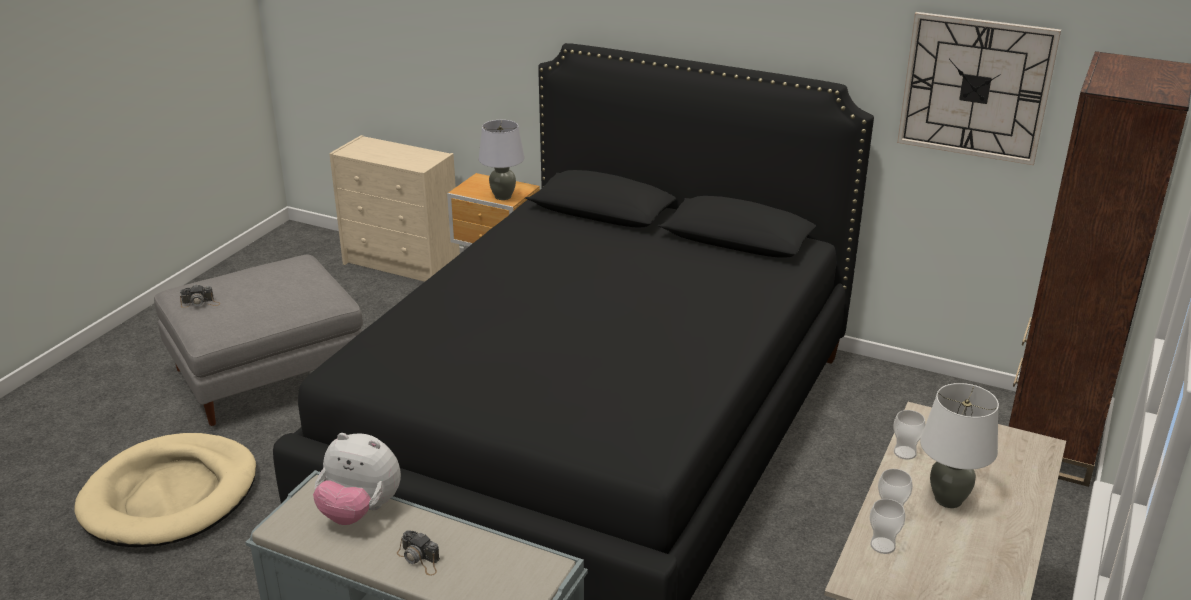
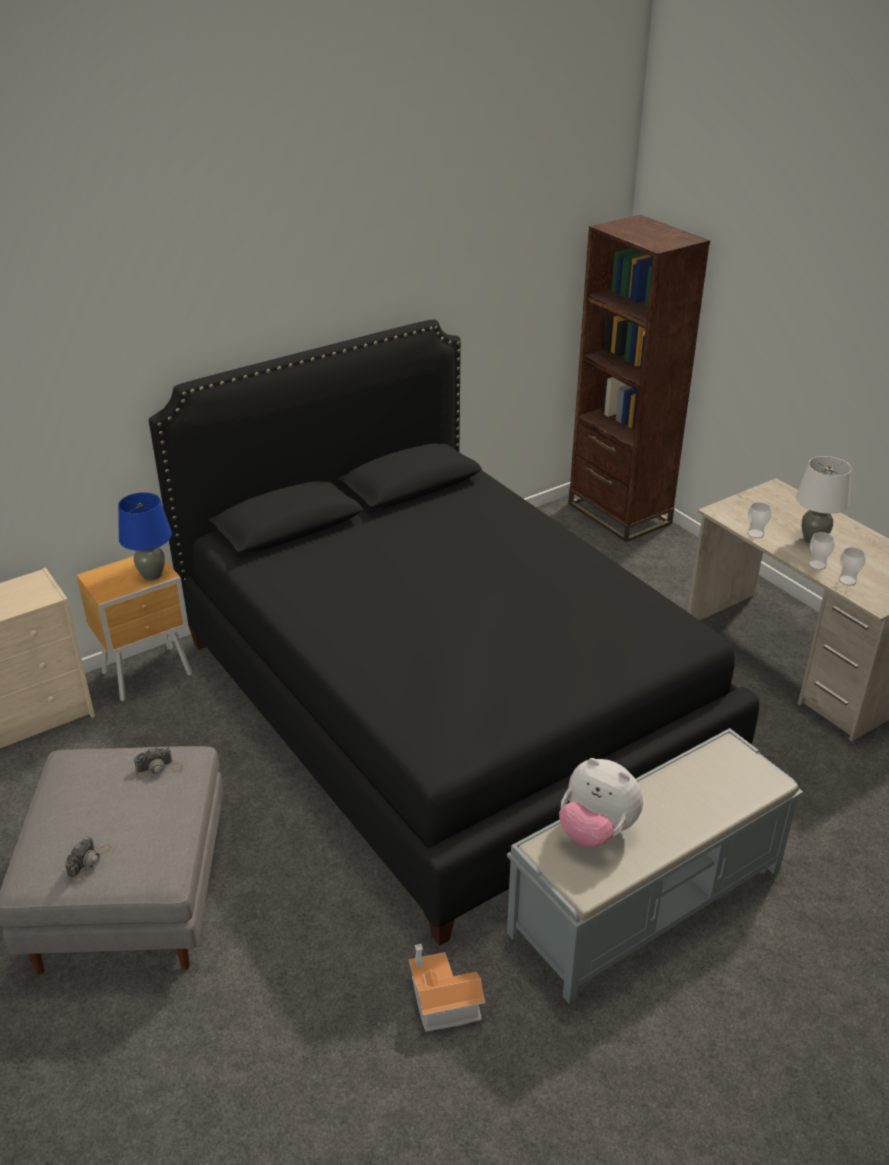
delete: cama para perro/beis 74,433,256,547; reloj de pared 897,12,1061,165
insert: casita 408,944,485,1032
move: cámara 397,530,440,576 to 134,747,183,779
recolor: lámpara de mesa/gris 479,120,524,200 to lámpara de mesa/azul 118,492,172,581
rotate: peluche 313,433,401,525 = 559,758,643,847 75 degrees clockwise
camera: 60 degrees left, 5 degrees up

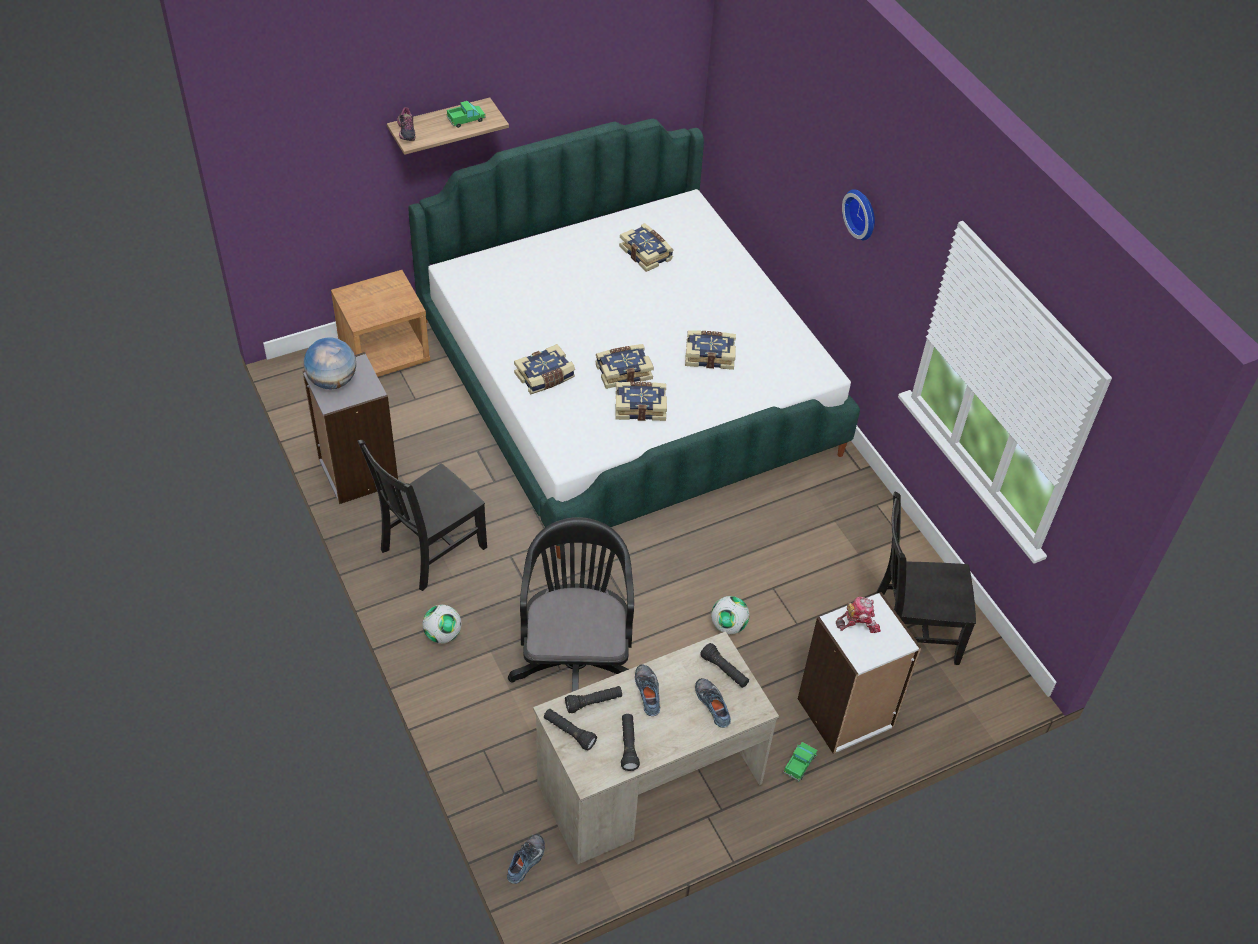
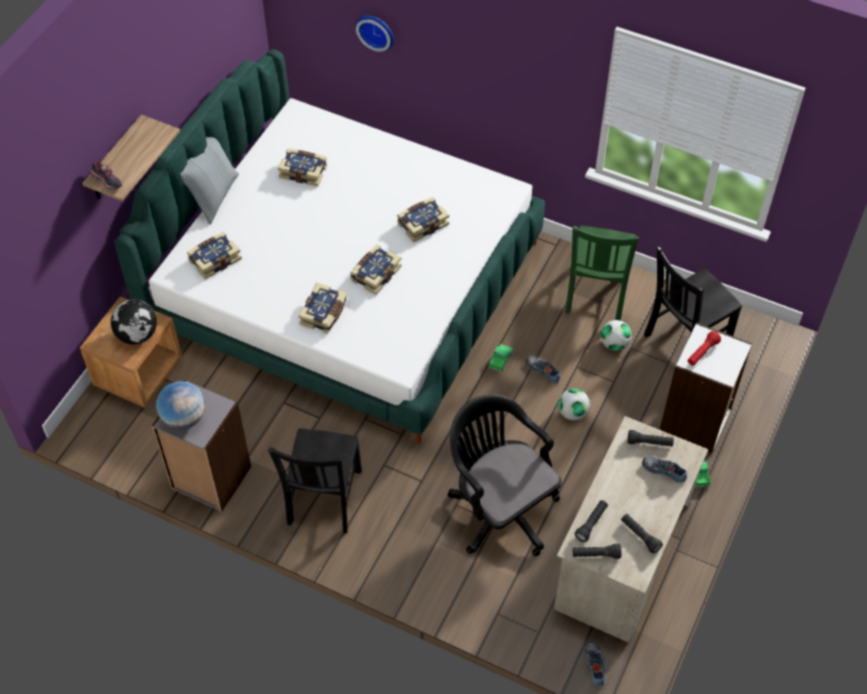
insert: globo terráqueo 111,300,157,345; cojín 181,137,239,225; silla/verde 565,226,639,321
move: libro 615,382,667,421 to 187,232,242,280; reloj de pared 842,189,875,240 to 356,16,394,52; camión de juguete 447,101,486,128 to 488,344,513,372; zapato 635,664,660,716 to 526,356,561,383; balón de fútbol 423,605,462,643 to 601,320,632,351
replace: robot de juguete 836,597,881,633 to linterna/rojo 688,331,721,366
camera: 35 degrees left, 5 degrees up

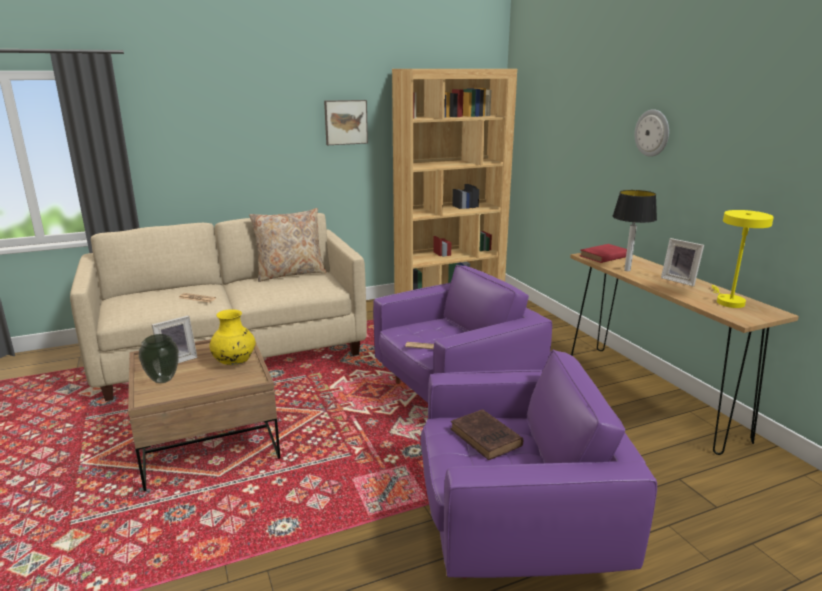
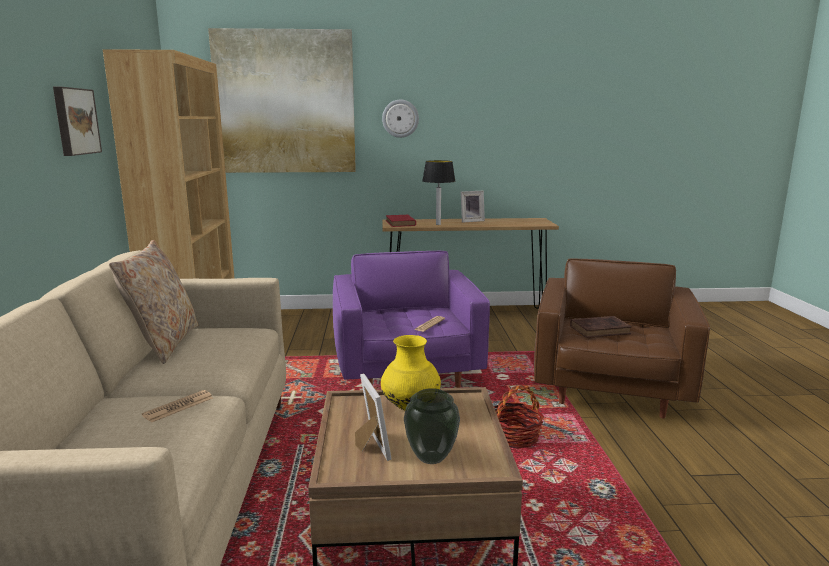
delete: lámpara de mesa/amarillo 711,210,774,308
insert: cuadro 208,28,356,173; cesta 494,385,544,449
recolor: sillón/morado 420,349,657,579 to sillón/marrón 534,259,710,419
camera: 70 degrees left, 5 degrees down

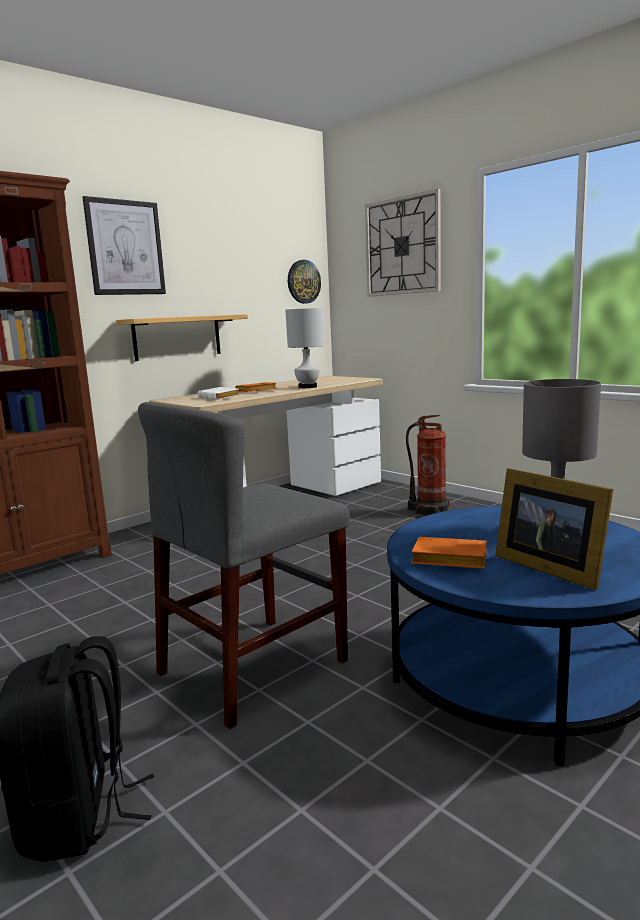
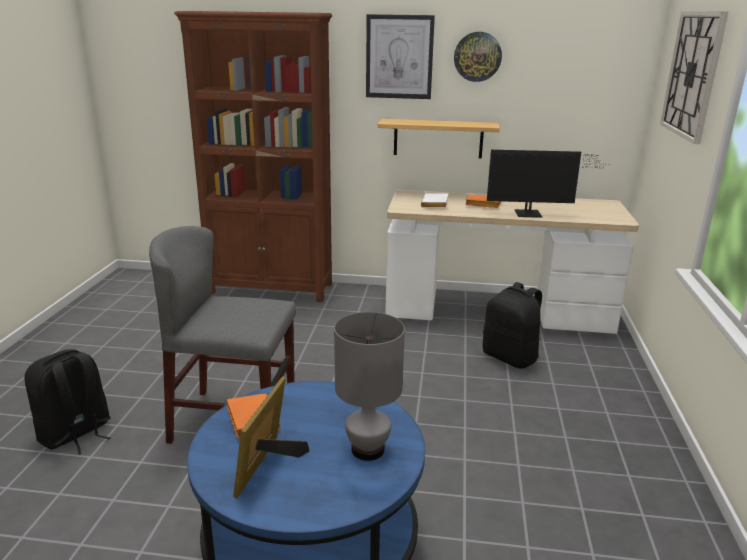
delete: extintor 406,415,449,516
insert: mochila/negro 483,282,542,369
move: reloj de pared 288,260,321,304 to 454,32,502,82
replace: lámpara de mesa/blanco 285,308,324,388 to monitor 487,150,610,218
camera: 50 degrees right, 10 degrees up

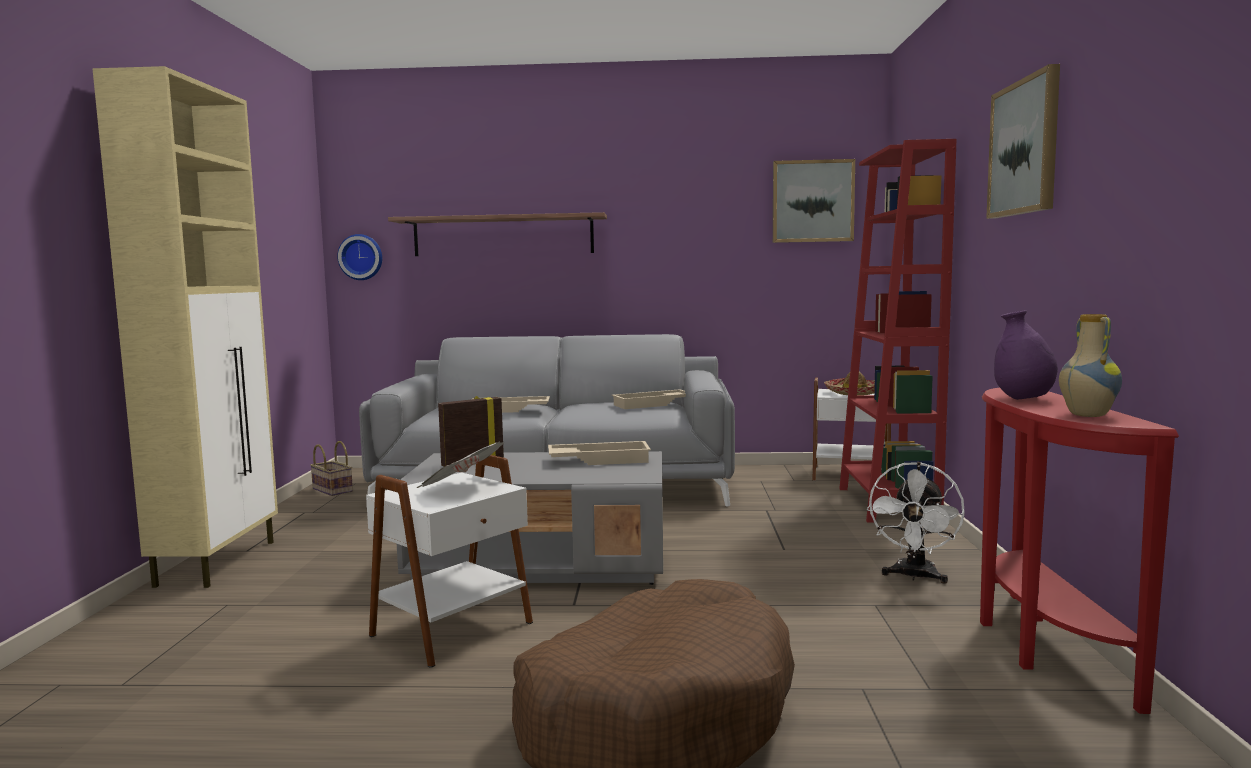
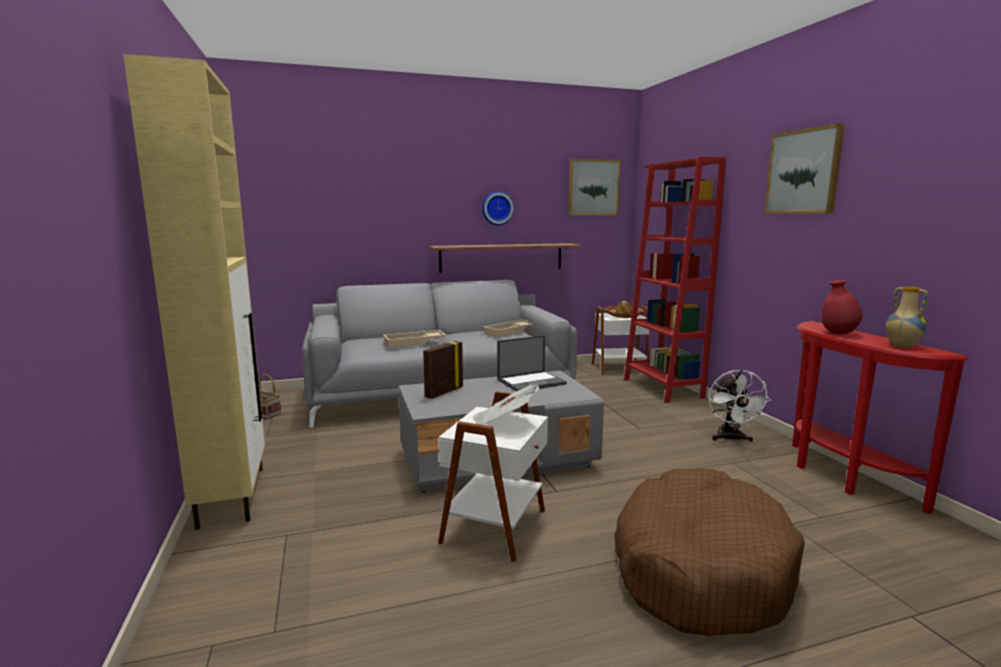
move: estante 388,212,607,256 to 429,243,580,273; reloj de pared 337,234,382,280 to 482,191,514,225
replace: bandeja/beis 548,441,651,465 to portátil 497,335,567,391
recolor: florero/morado 994,310,1058,400 to florero/rojo 821,280,862,334
camera: 20 degrees left, 5 degrees up

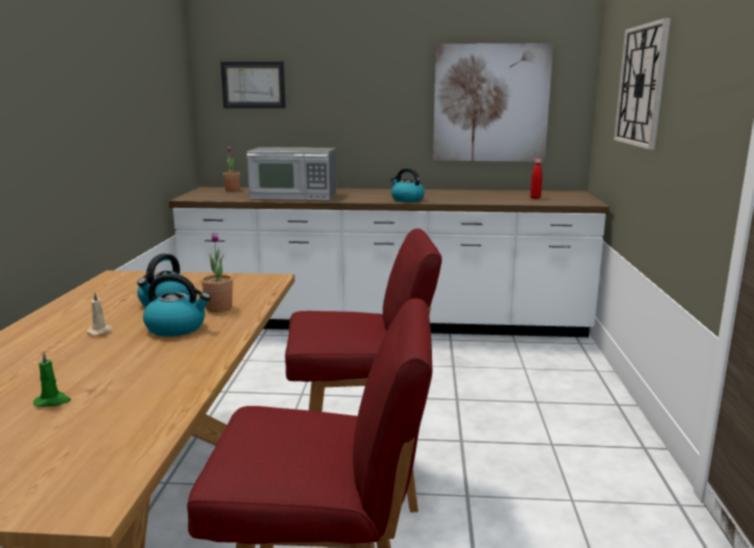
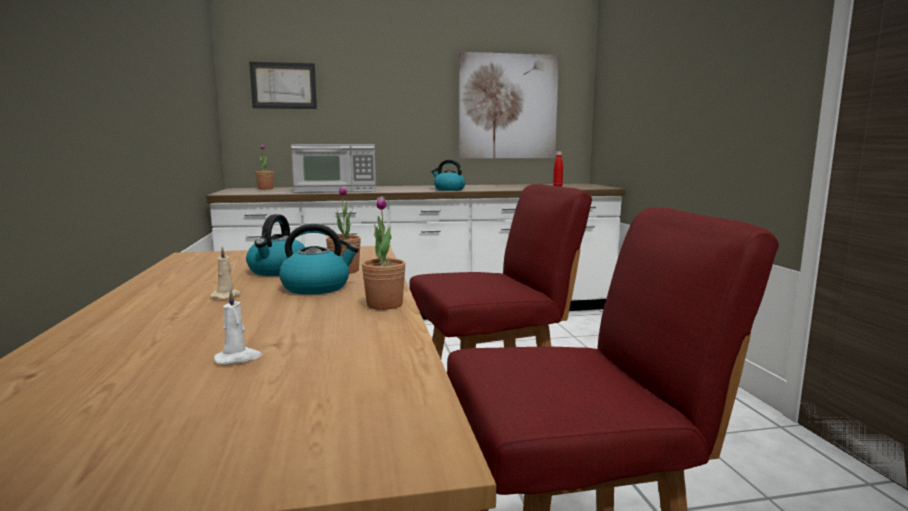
delete: reloj de pared 614,18,671,150
insert: planta en maceta 362,196,406,310
recolor: vela/verde 33,351,71,407 to vela/blanco 214,289,262,364
camera: 15 degrees left, 5 degrees down

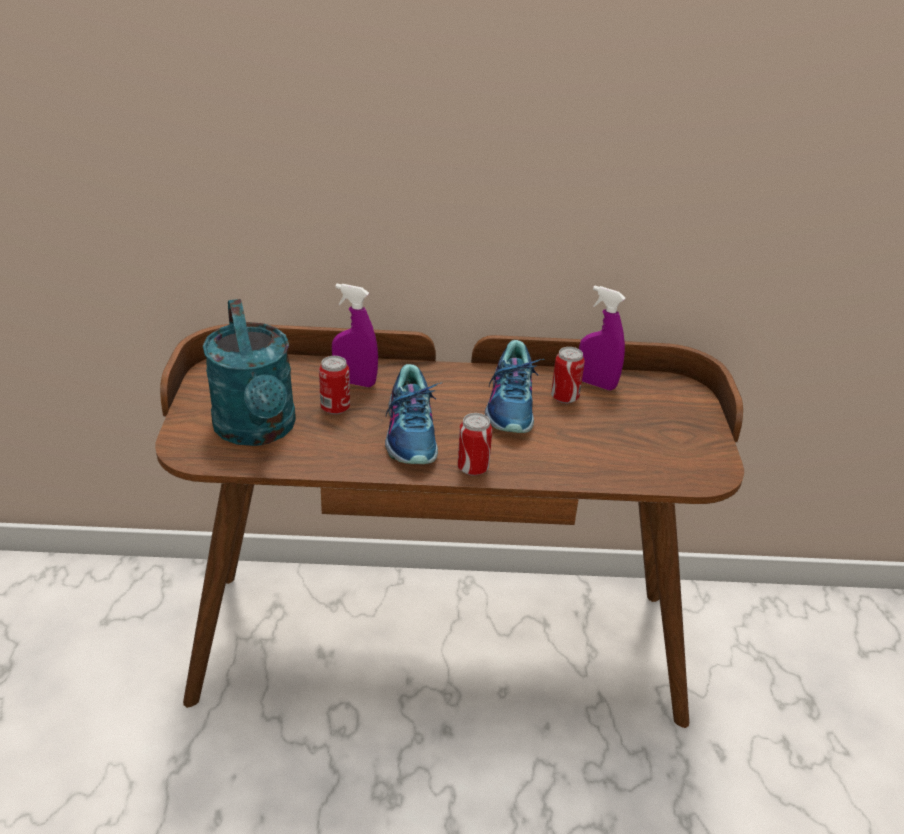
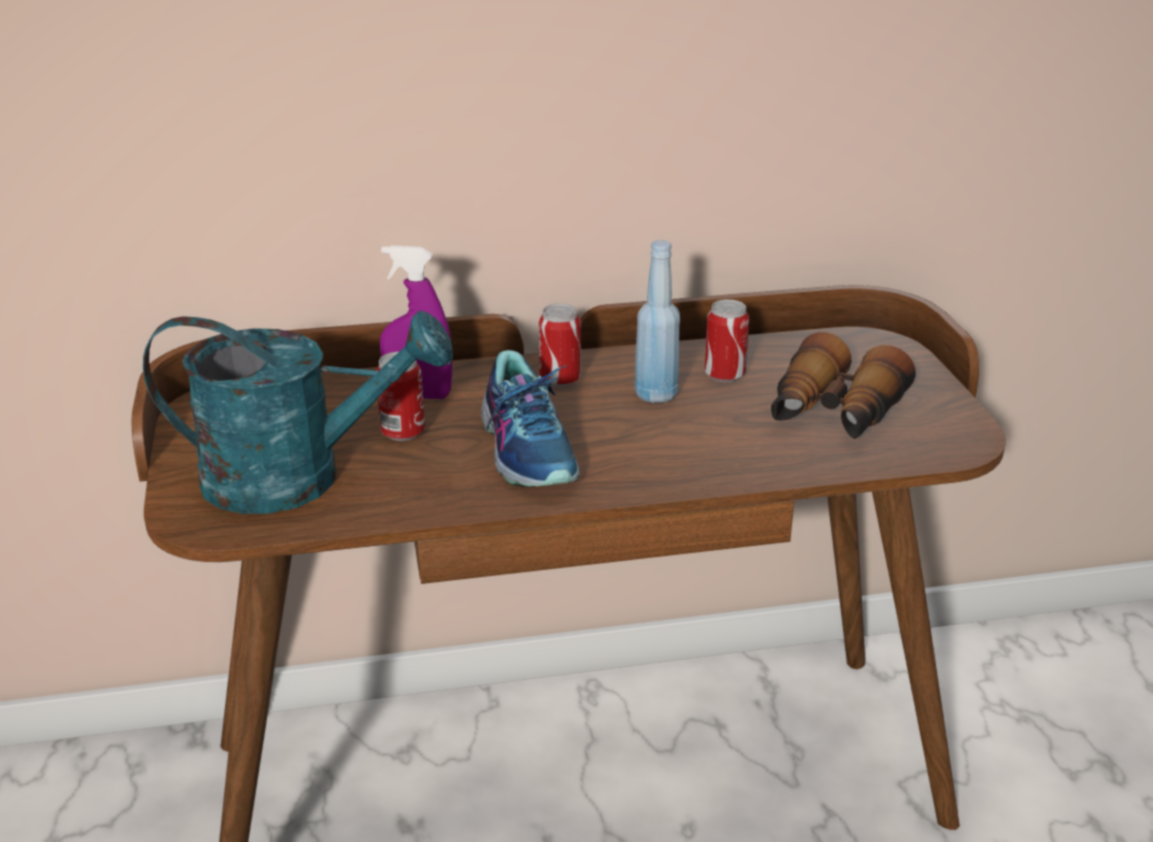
delete: pulverizador/morado 579,286,626,390
insert: prismáticos 771,332,916,439
move: lata 458,413,492,476 to 539,303,581,387
replace: zapato 485,340,545,433 to botella/azul 635,240,680,403
rotate: regadera/turquesa 203,299,296,446 = 143,311,453,514 60 degrees counterclockwise
camera: 10 degrees left, 5 degrees down

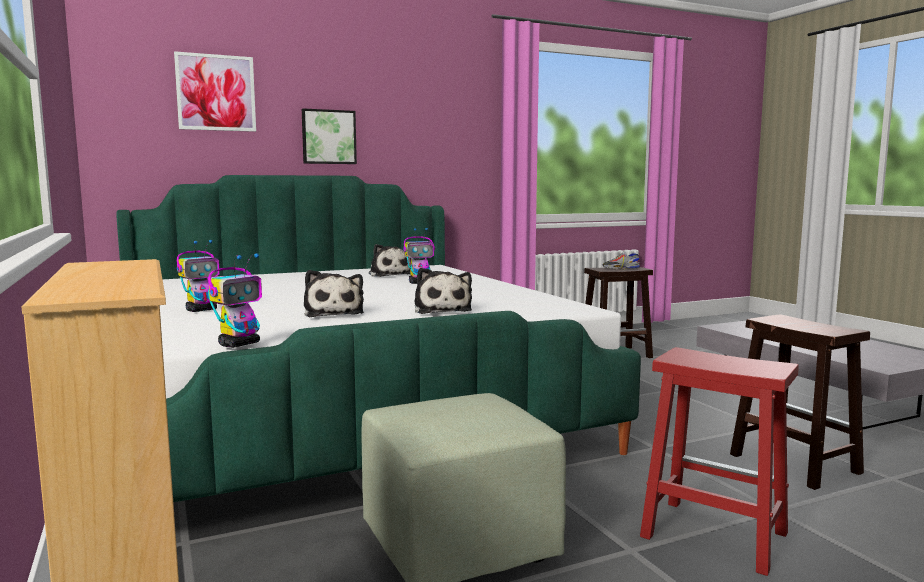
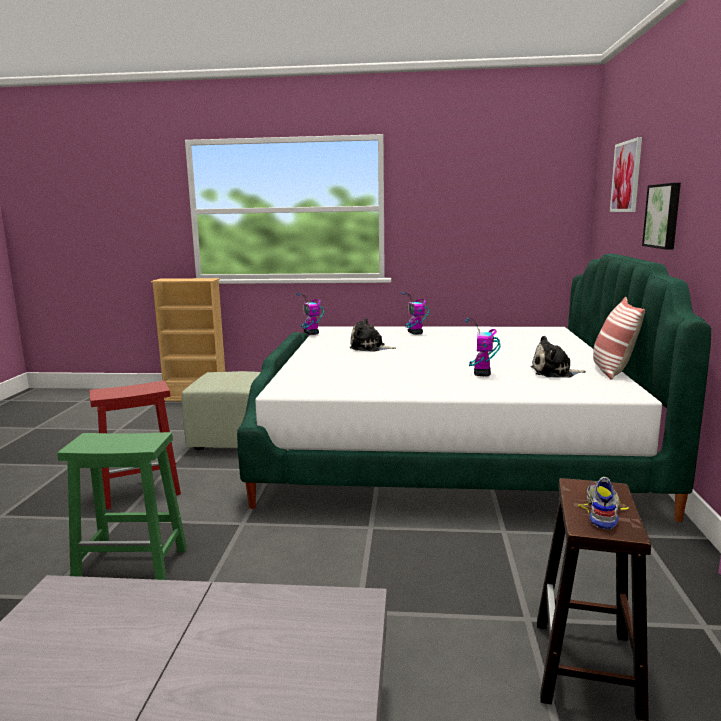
delete: peluche 414,268,472,314
insert: cojín 593,297,645,380
recolor: taburete/marrón 730,314,870,490 to taburete/verde 57,432,187,580
camera: 120 degrees right, 5 degrees up

